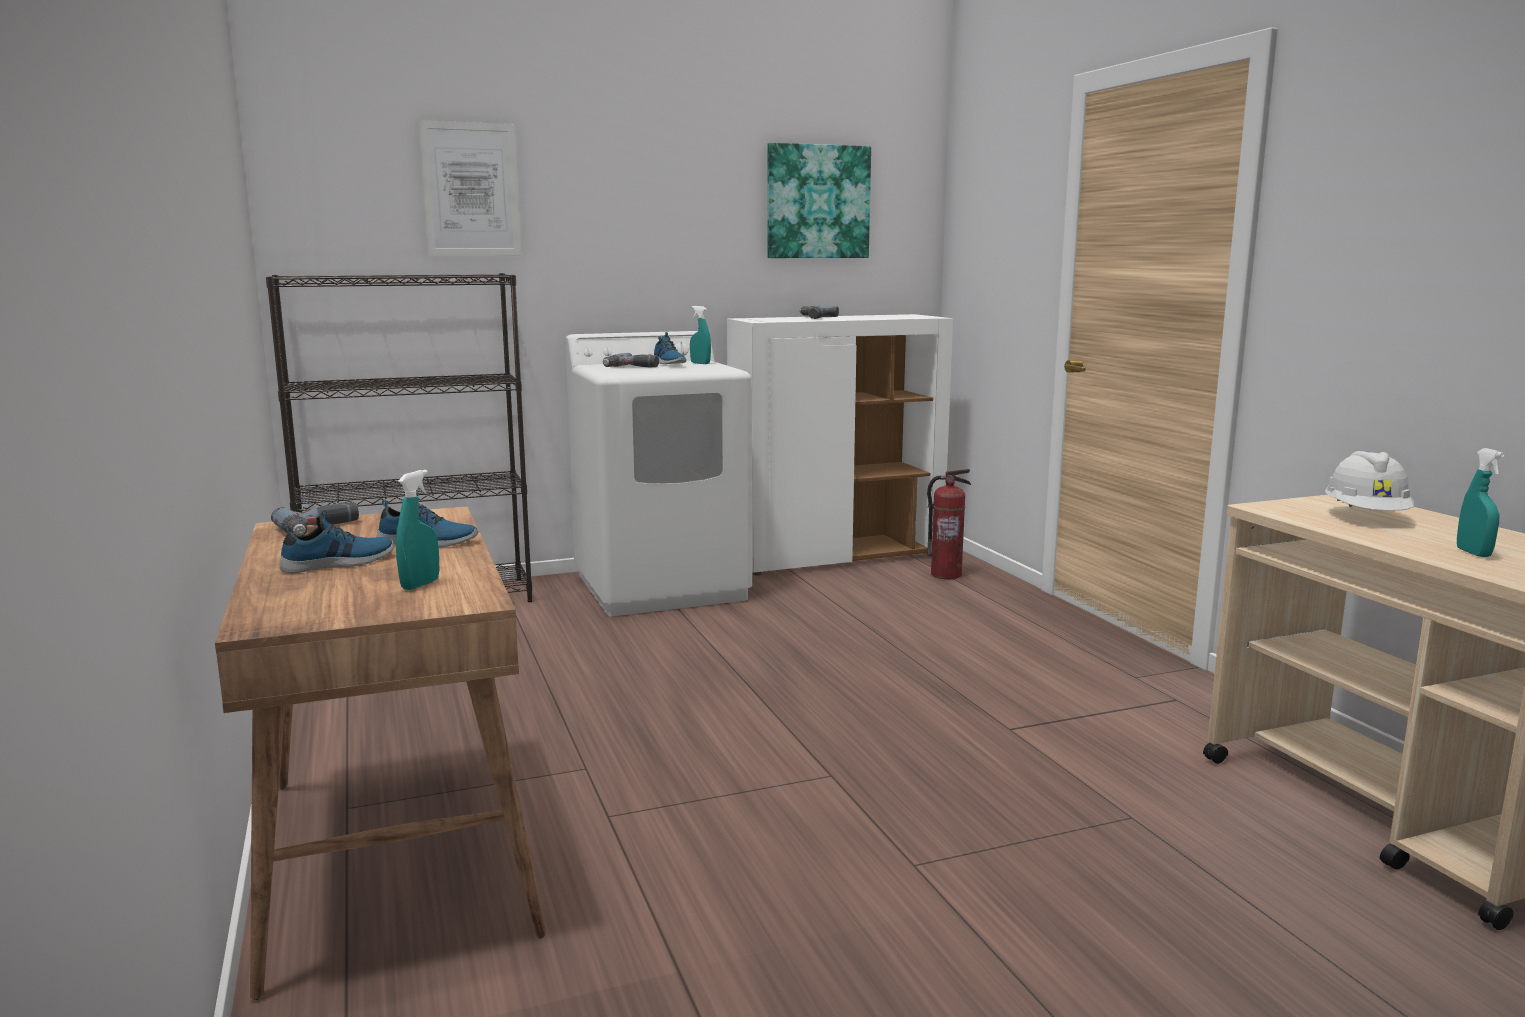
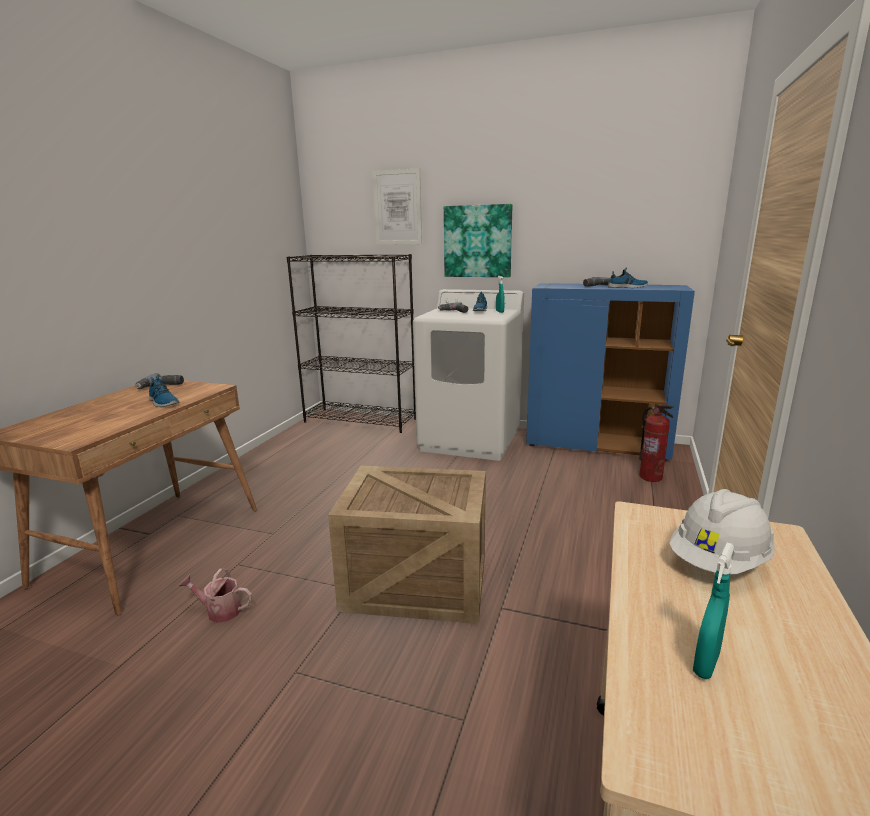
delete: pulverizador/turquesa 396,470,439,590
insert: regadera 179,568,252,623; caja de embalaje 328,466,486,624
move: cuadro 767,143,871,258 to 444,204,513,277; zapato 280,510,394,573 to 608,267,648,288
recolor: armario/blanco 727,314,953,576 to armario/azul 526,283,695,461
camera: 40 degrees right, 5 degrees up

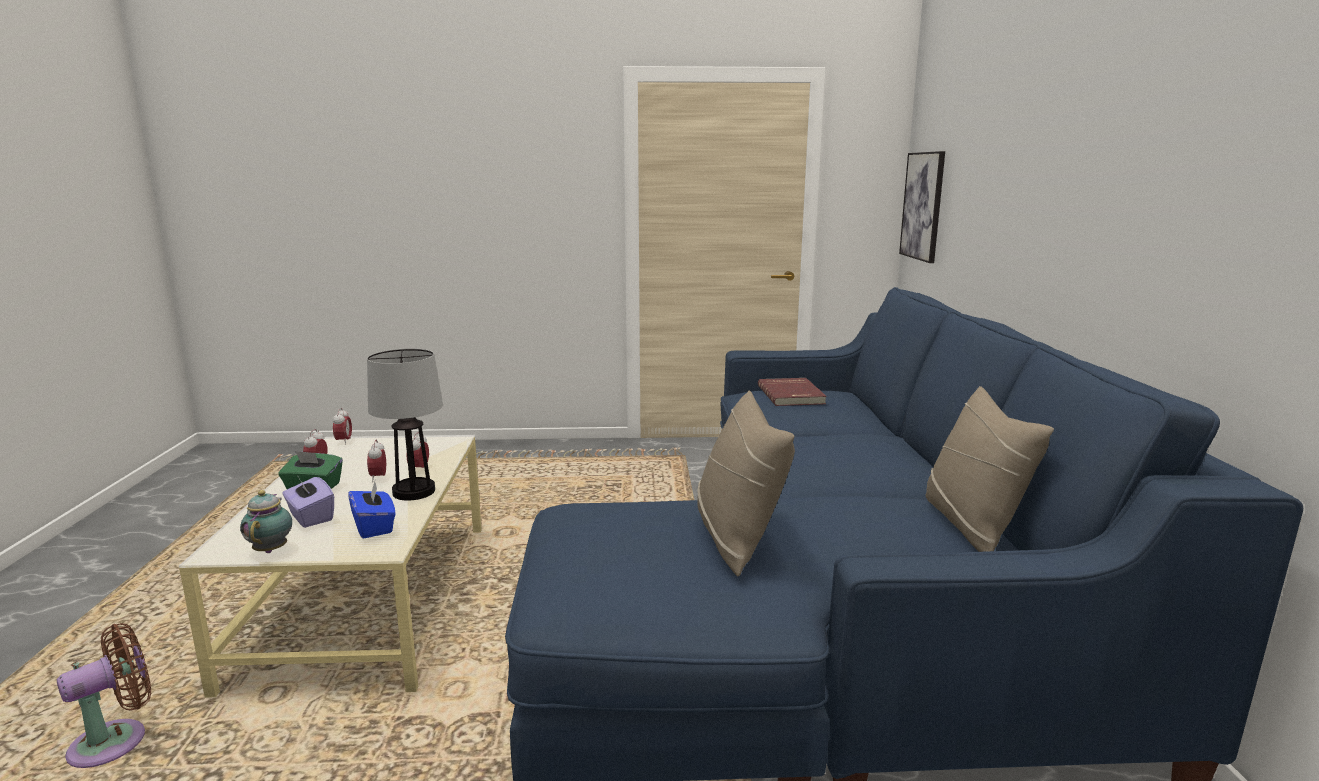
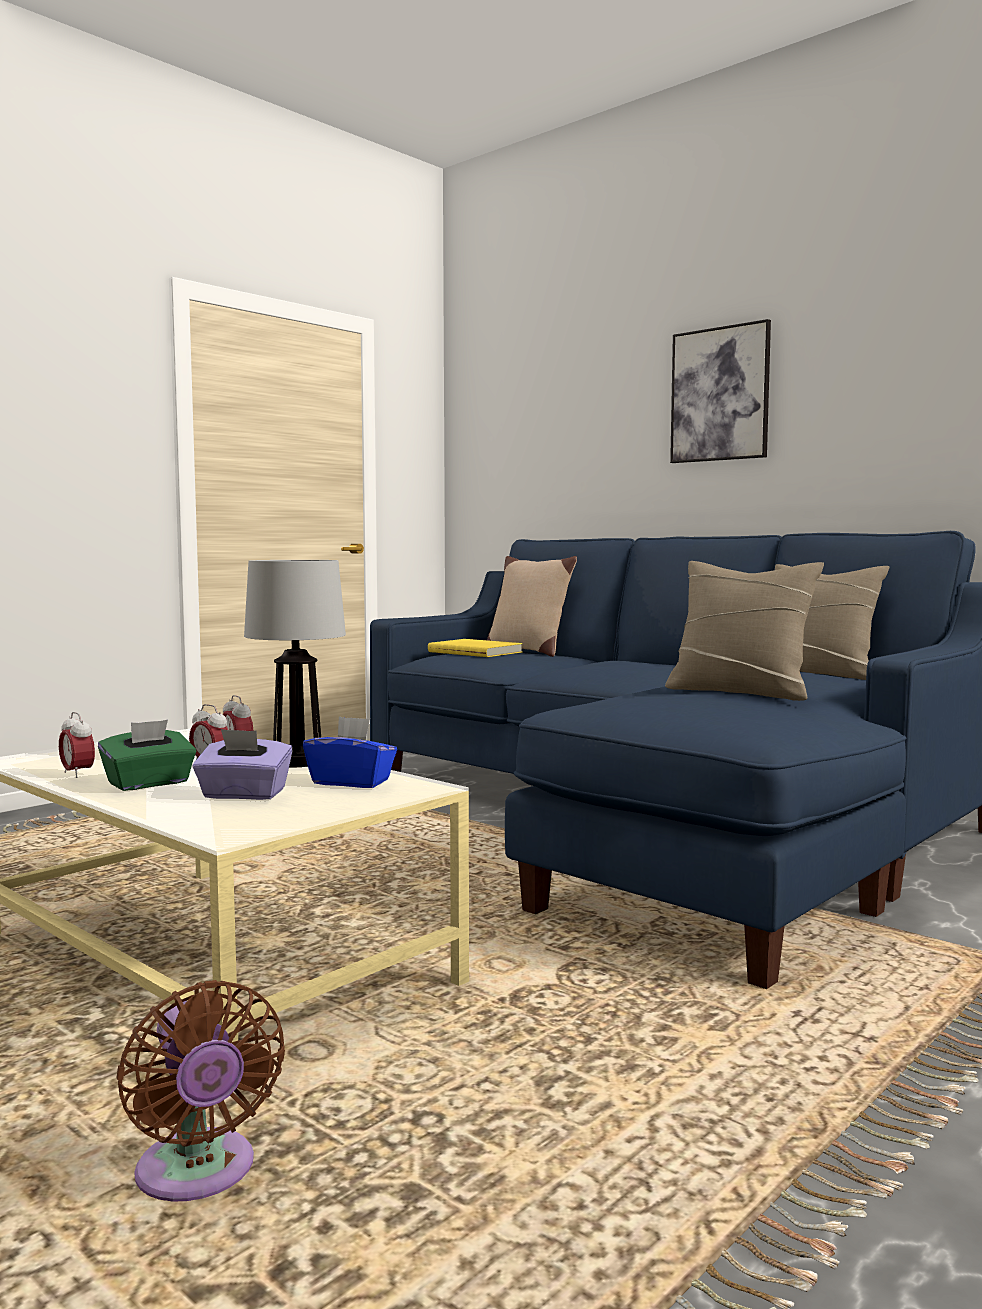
delete: tetera 240,490,292,553; despertador 333,408,352,445
insert: cojín/beis 487,556,577,657
move: cuadro 899,151,945,263 to 670,319,771,463
recolor: libro/rojo 758,378,827,406 to libro/amarillo 428,639,522,657
rotate: ventilador/marrón 57,623,151,768 = 116,980,285,1202 150 degrees clockwise
camera: 45 degrees left, 10 degrees down

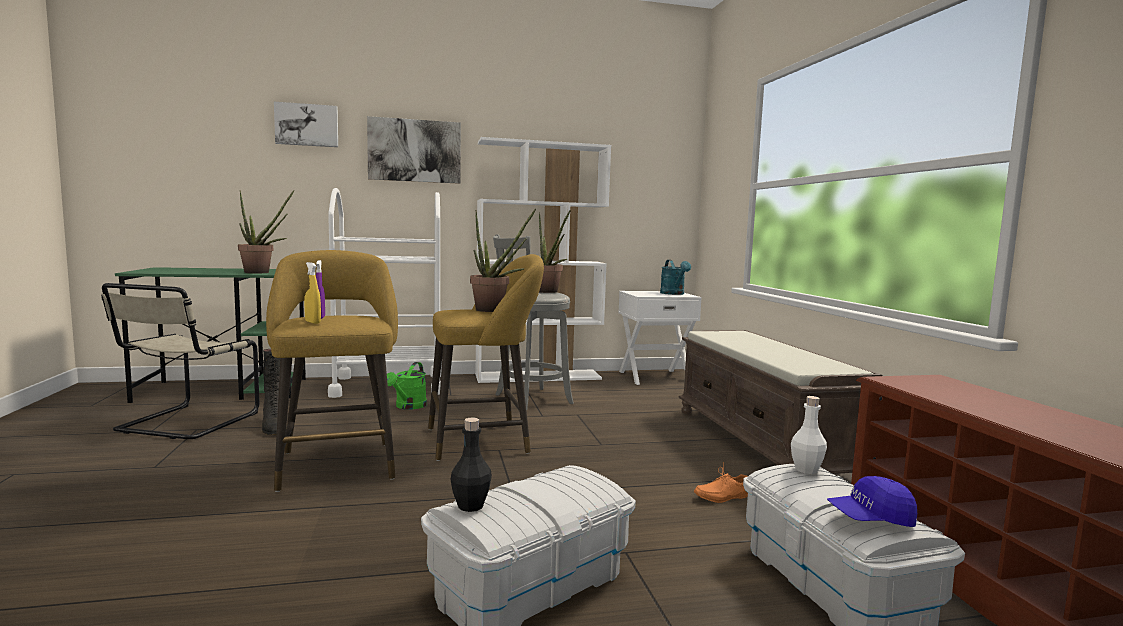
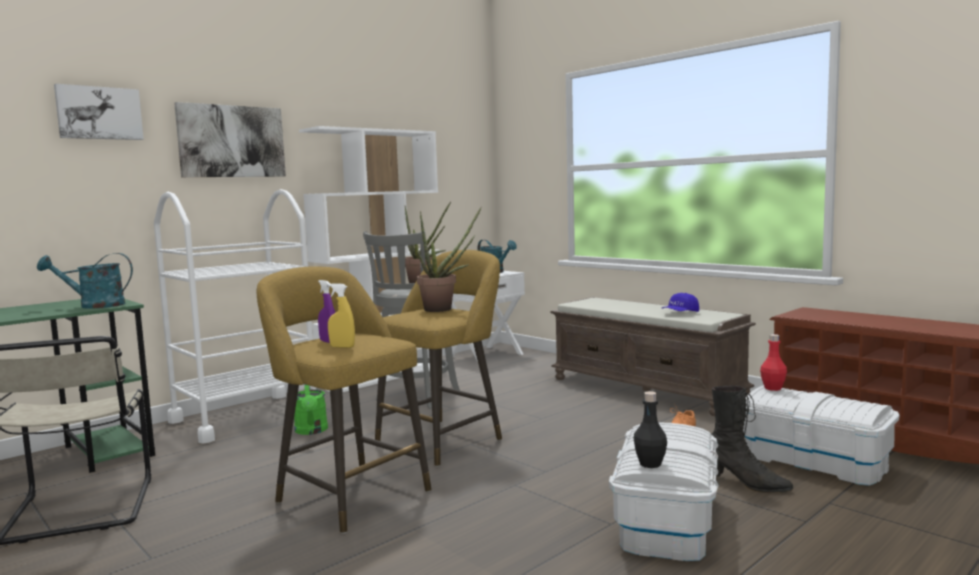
move: gorra/azul 827,476,917,527 to 662,293,699,312; bota/negro 261,349,280,435 to 711,386,793,493
replace: planta en maceta 238,190,295,274 to regadera/turquesa 37,253,133,309
recolor: botella/blanco 791,396,827,474 to botella/rojo 760,334,787,391
camera: 30 degrees left, 0 degrees up

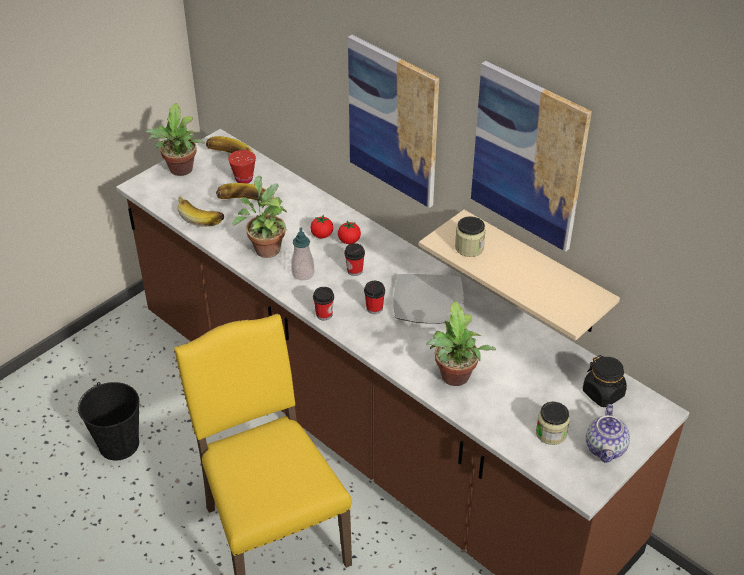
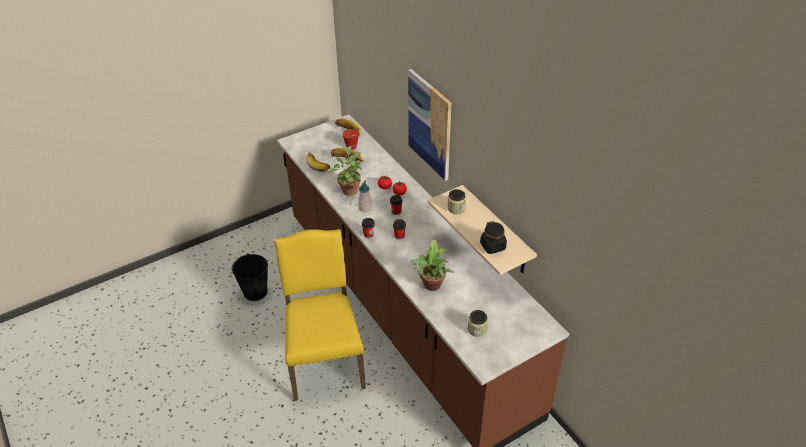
delete: planta en maceta 144,103,205,176; plato 393,274,464,324; cuadro 471,61,592,252; tetera 586,404,630,463
move: tarro/negro 583,355,627,407 to 480,221,507,254
camera: 15 degrees right, 0 degrees up

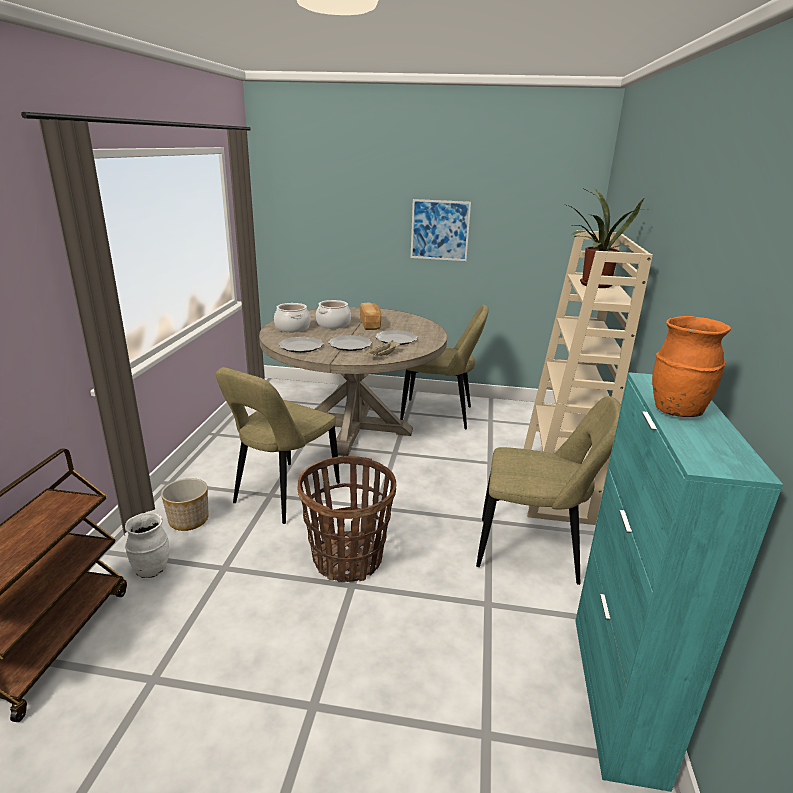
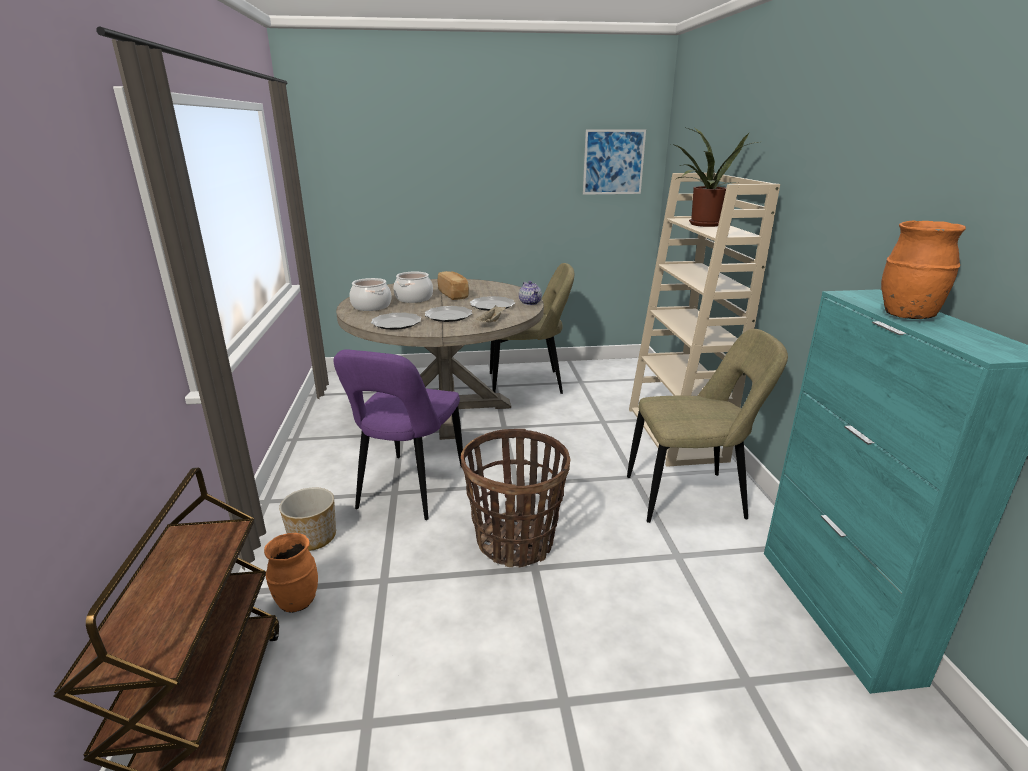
insert: tetera 519,281,542,305
move: cuadro 411,199,471,261 to 583,129,646,195
recolor: florero/blanco 125,513,169,578 to florero/naranja 264,533,318,613; silla/beis 216,367,340,524 to silla/morado 334,349,463,520
camera: 15 degrees left, 0 degrees up

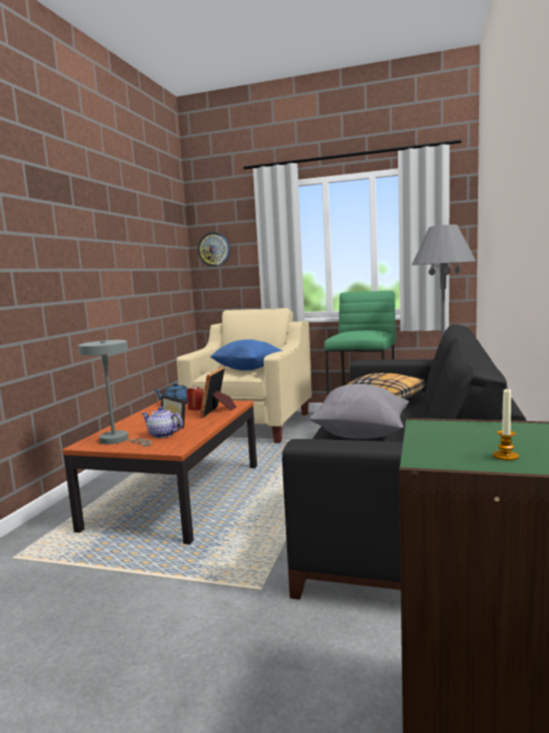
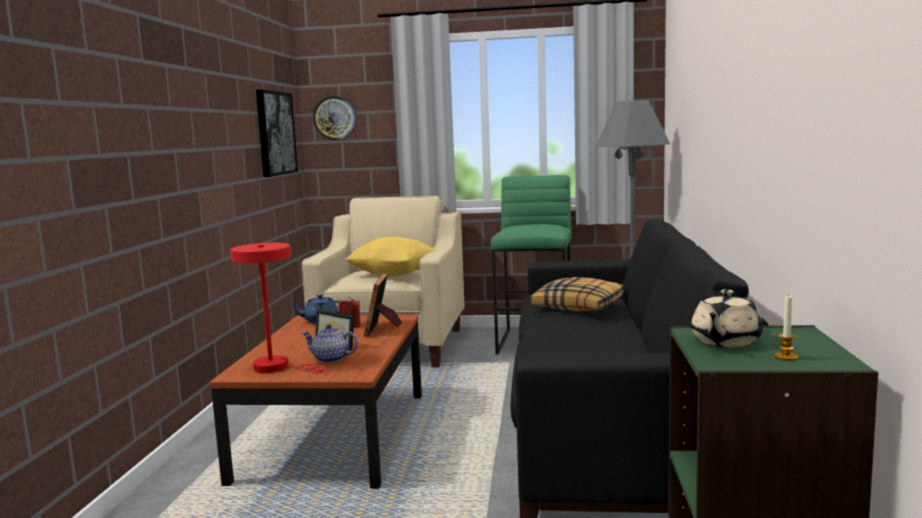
delete: cojín/gris 309,384,409,439
insert: cuadro 256,90,298,177; tetera/beis 691,289,763,347
recolor: lámpara de mesa/gris 78,340,152,446 to lámpara de mesa/rojo 231,243,326,373; cojín/azul 210,339,283,371 to cojín/amarillo 345,237,438,277
camera: 10 degrees left, 0 degrees up

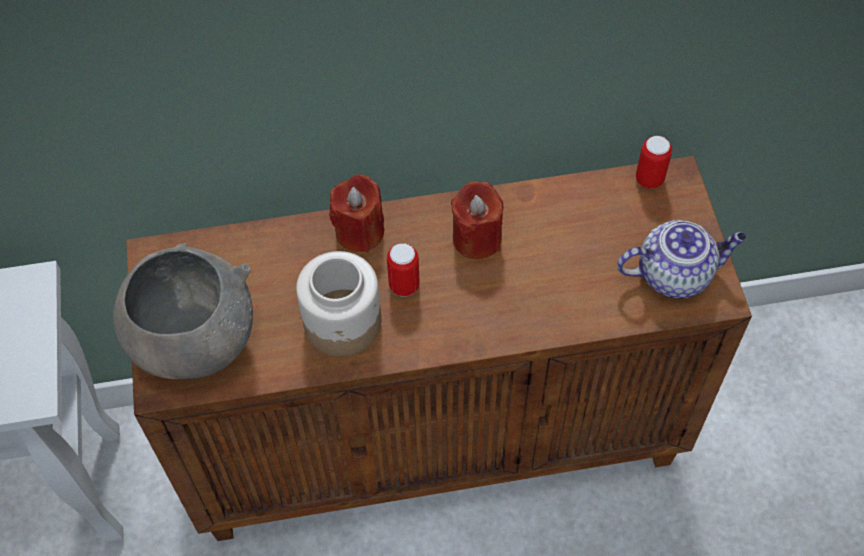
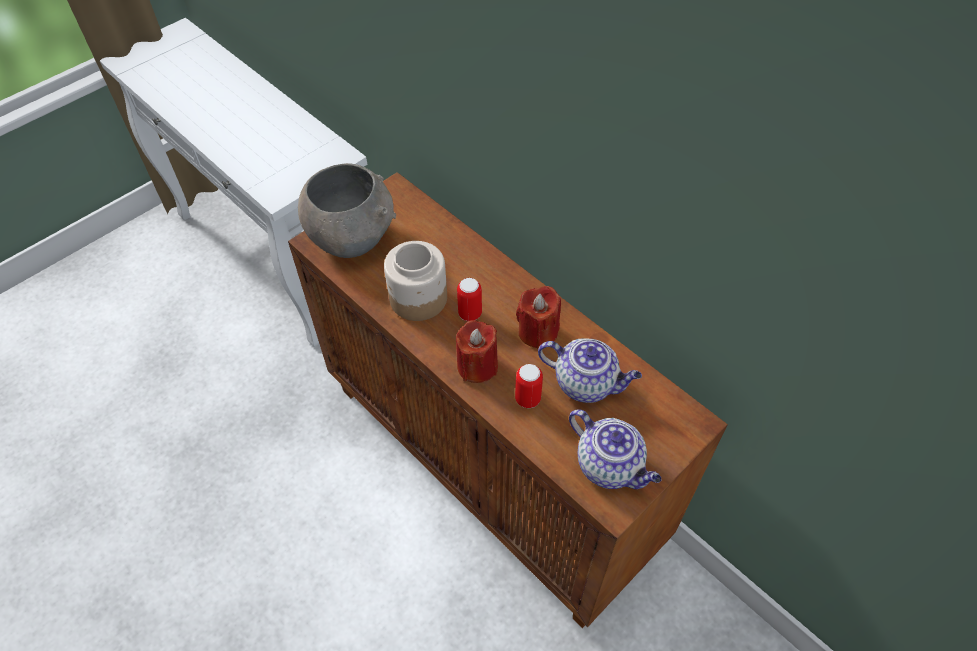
insert: tetera 538,338,642,403
move: vela/rojo 329,174,384,253 to 456,320,498,383; lata 636,136,672,189 to 515,364,543,408
camera: 55 degrees right, 5 degrees down

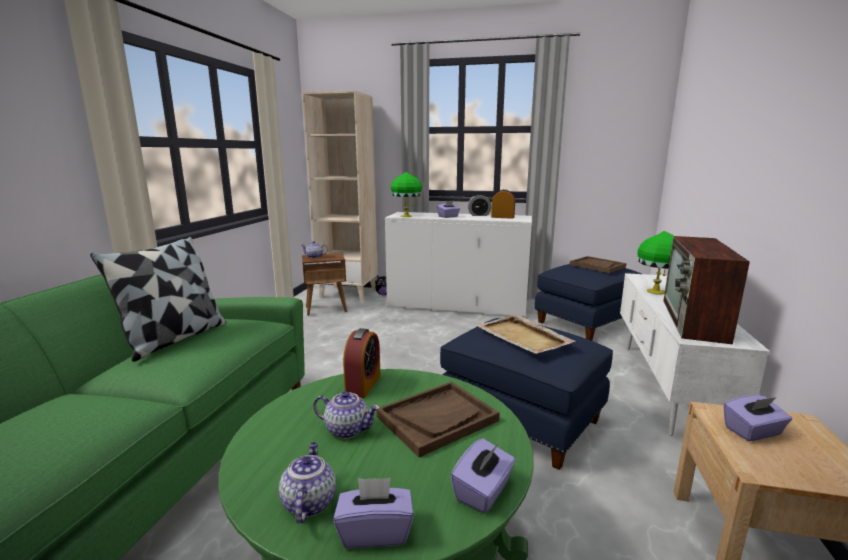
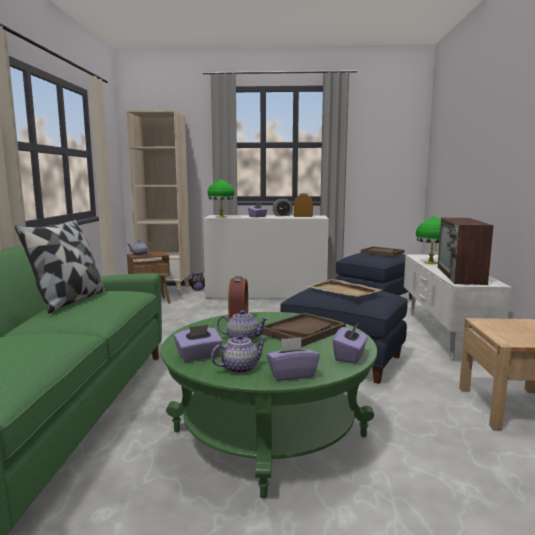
move: caja de pañuelos/morado 724,395,792,441 to 174,325,223,362
rotate: tetera 279,442,336,524 = 211,334,267,374 75 degrees clockwise
camera: 10 degrees left, 5 degrees down

